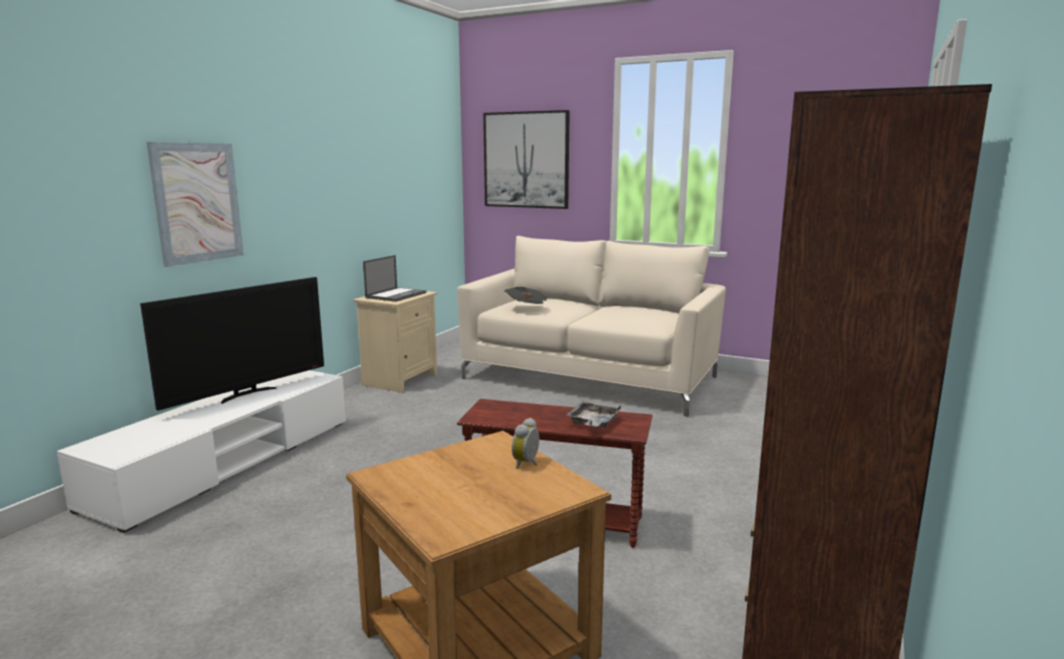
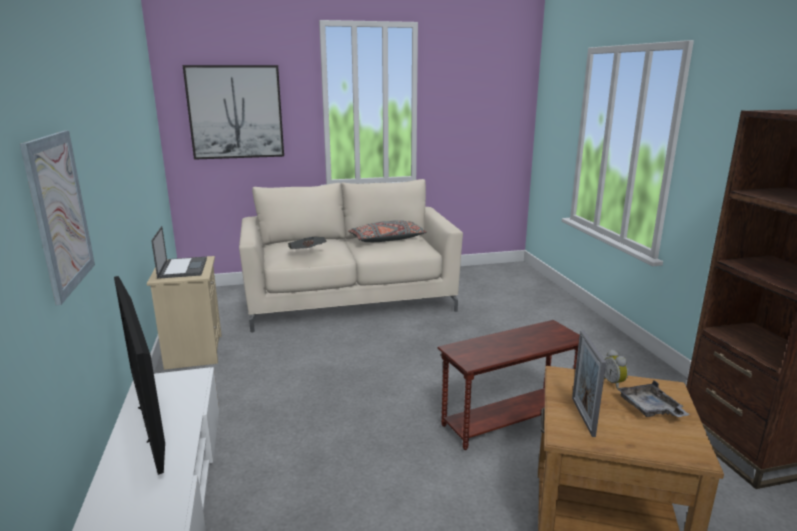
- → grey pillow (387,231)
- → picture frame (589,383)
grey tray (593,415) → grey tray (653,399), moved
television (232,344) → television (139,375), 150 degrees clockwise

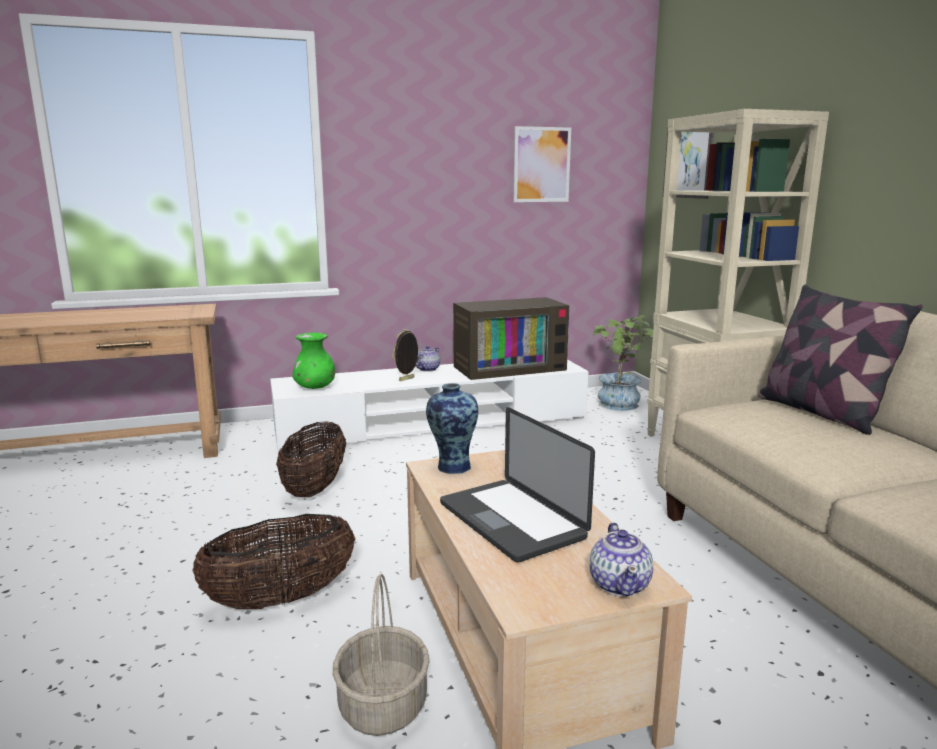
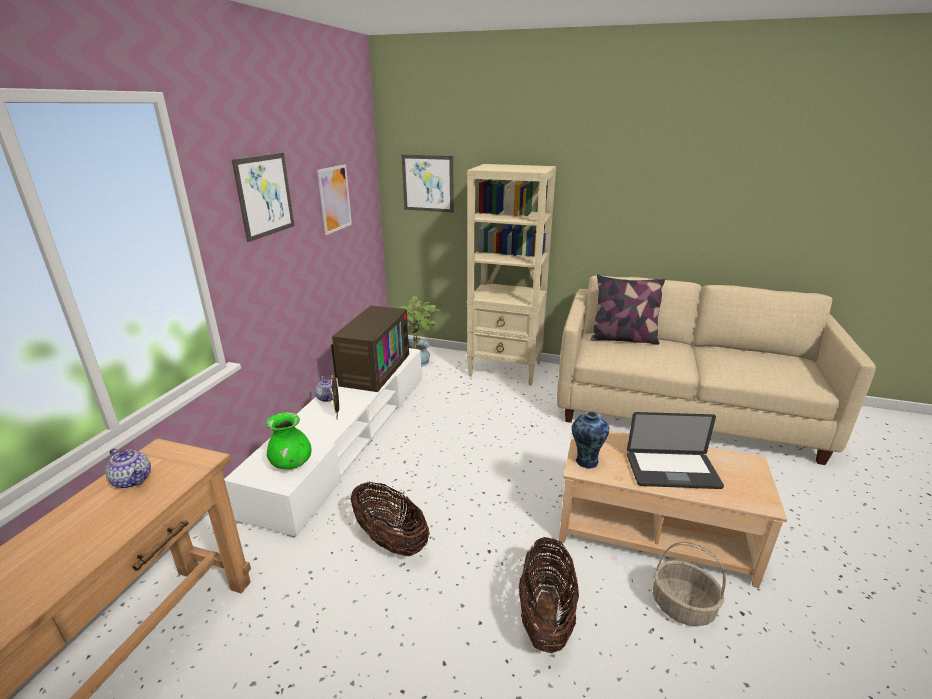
- → picture (263,197)
teapot (621,559) → teapot (128,468), moved

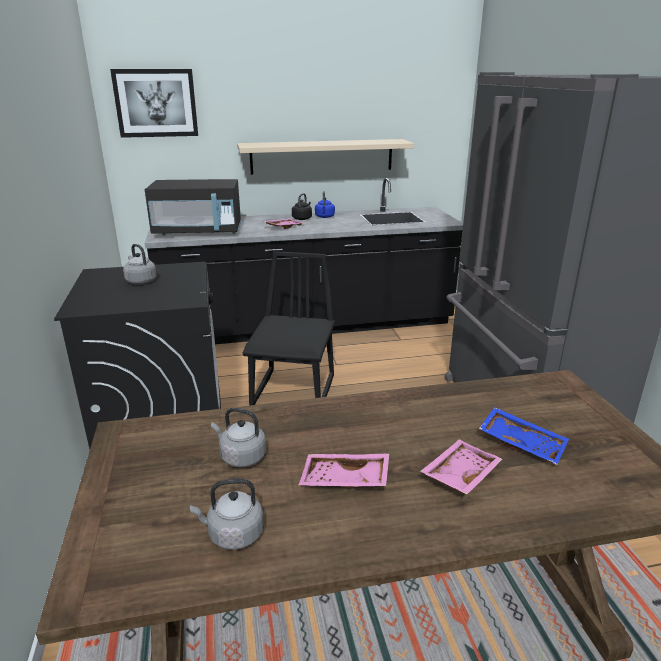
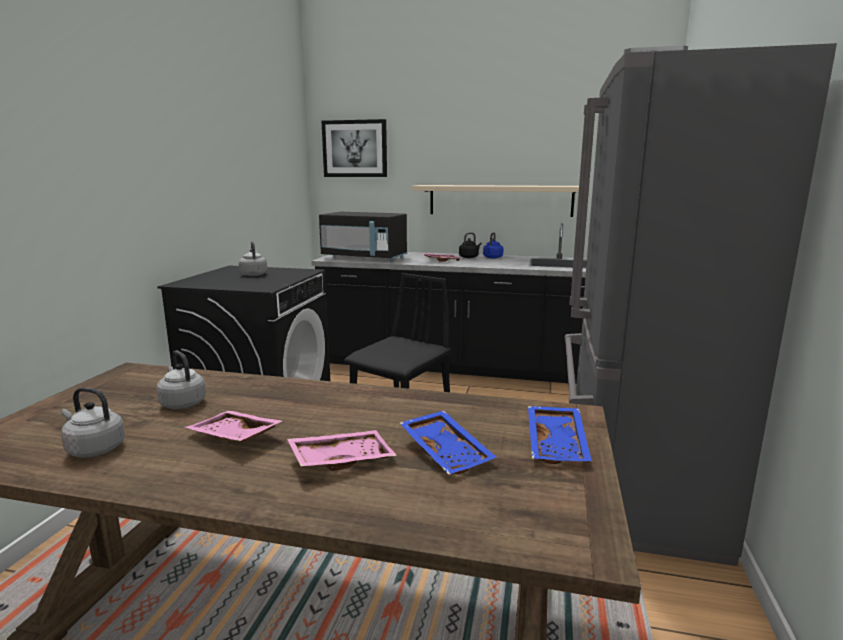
- → blue tray (560,435)

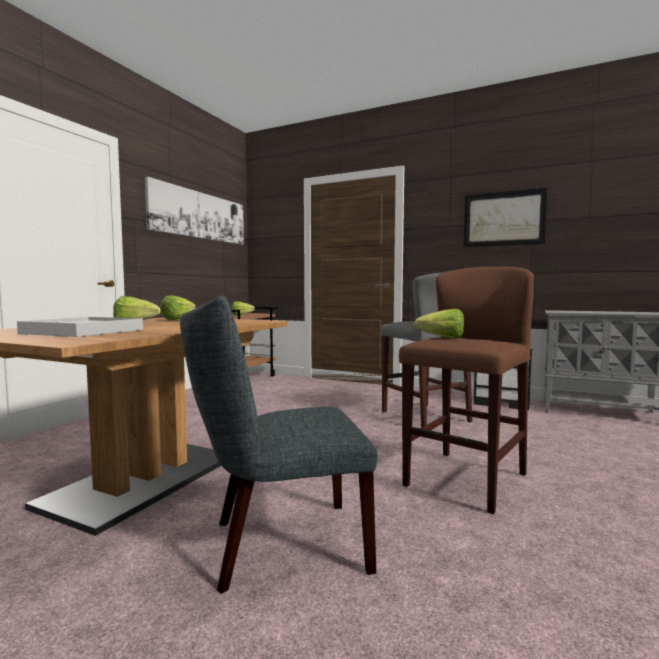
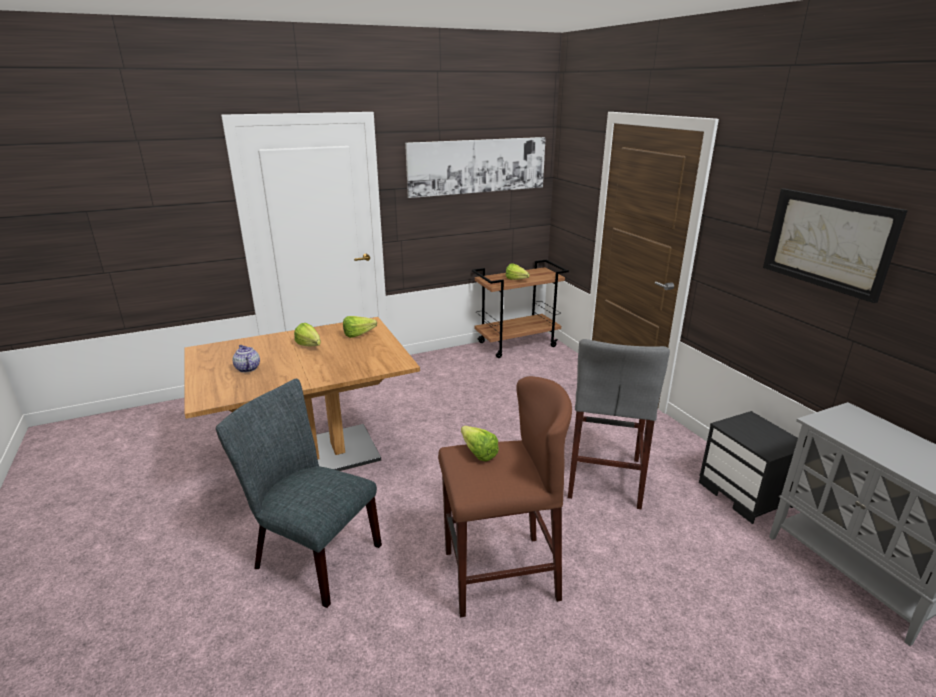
white tray (80,327) → teapot (246,358)

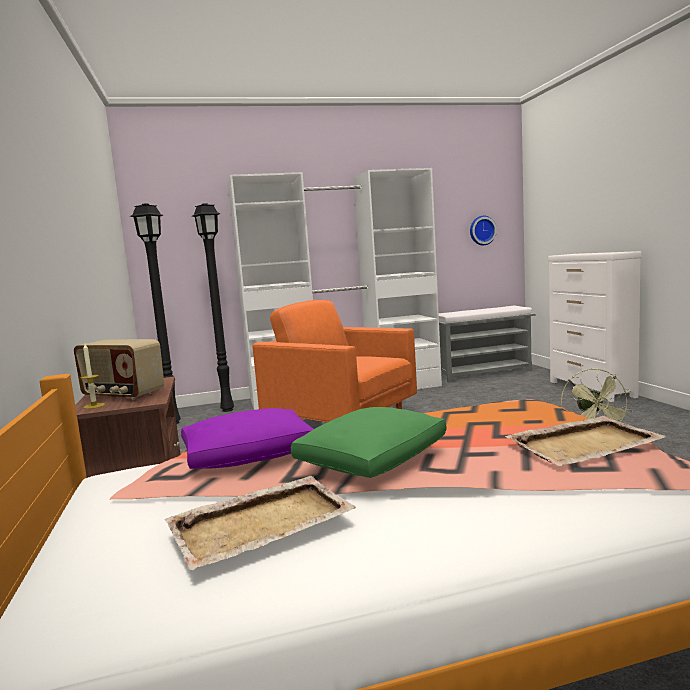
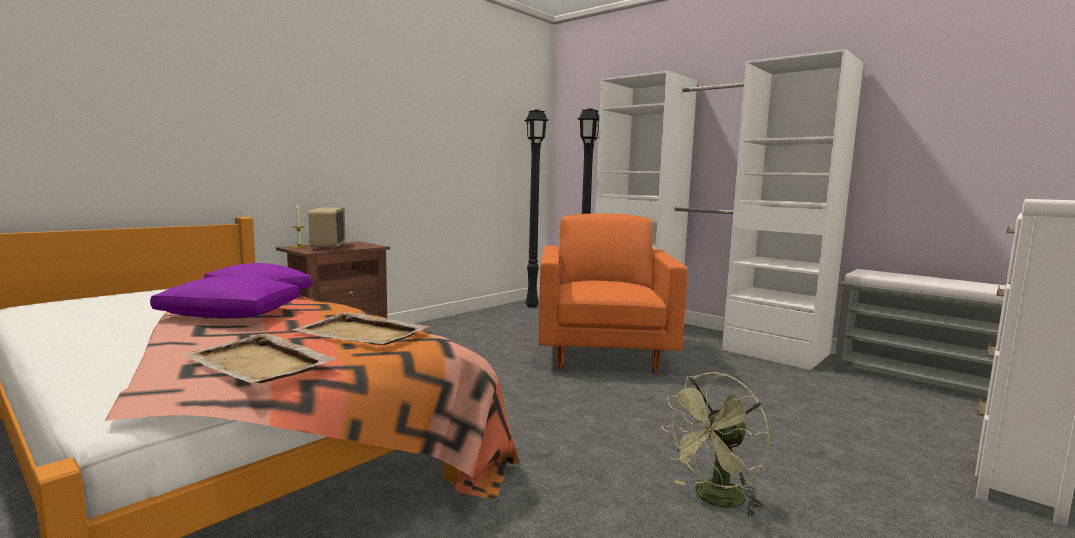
wall clock (483,230) → -
beige tray (260,523) → beige tray (360,328), moved
green pillow (369,442) → purple pillow (225,297)

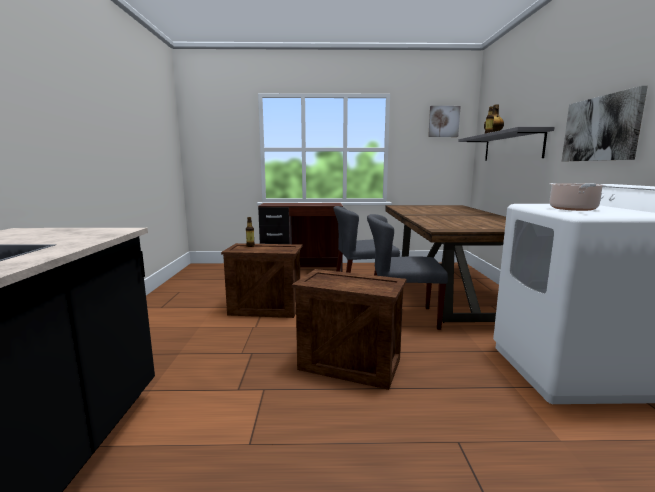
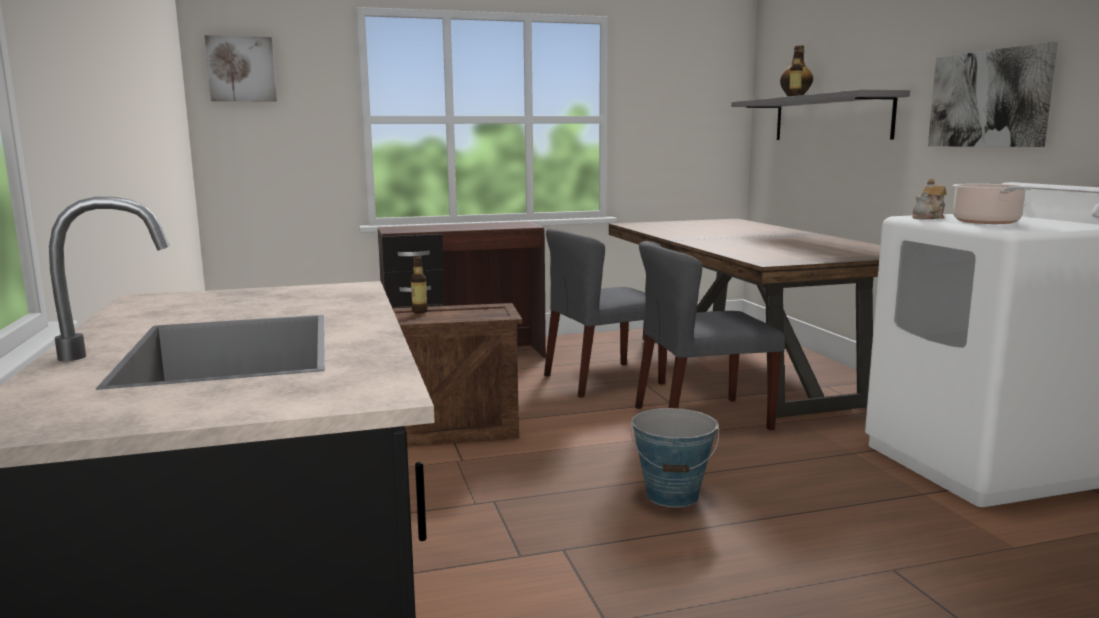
- → teapot (929,199)
picture (444,121) → picture (241,68), moved
crate (349,329) → bucket (675,457)

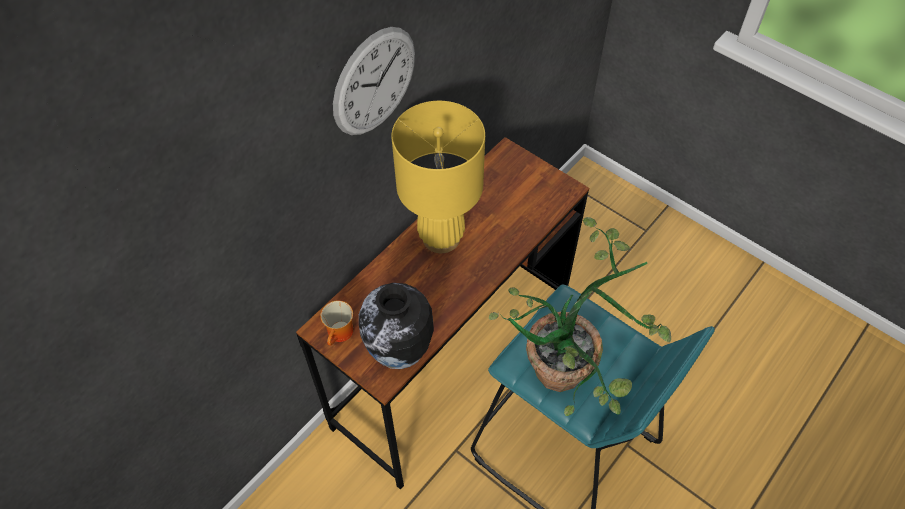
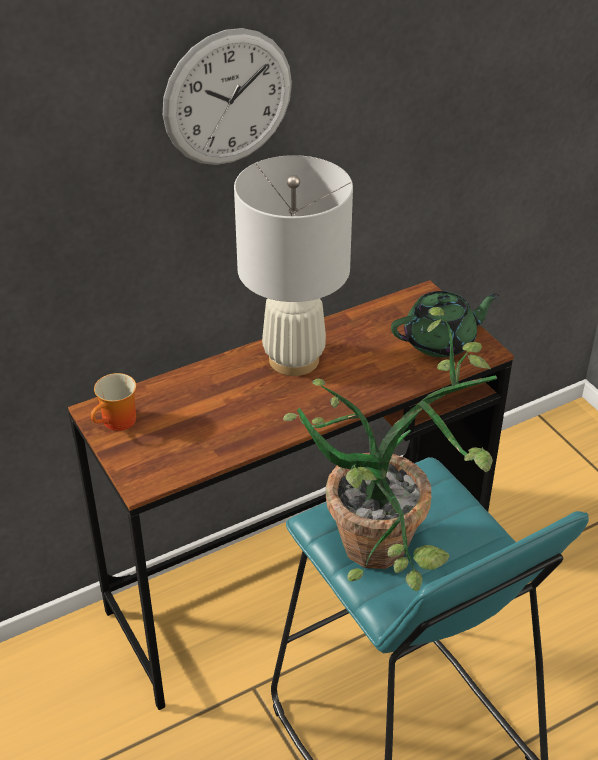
vase (396,326) → -
- → green teapot (445,324)
yellow table lamp (438,177) → white table lamp (293,265)

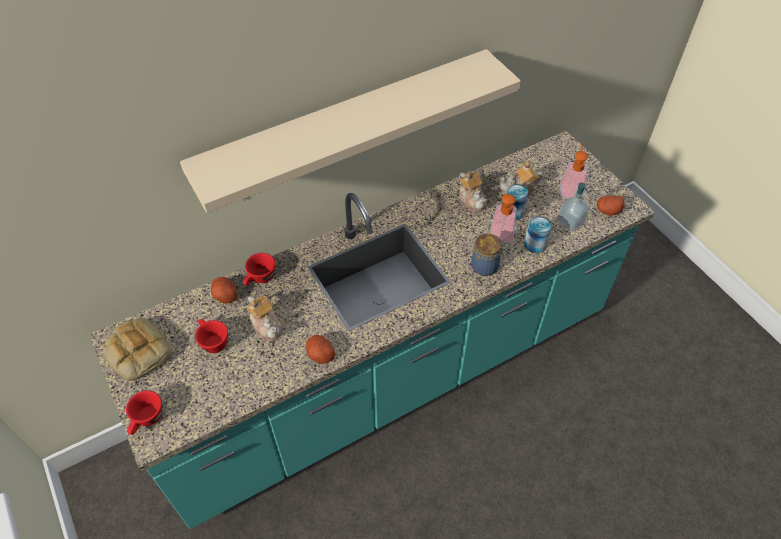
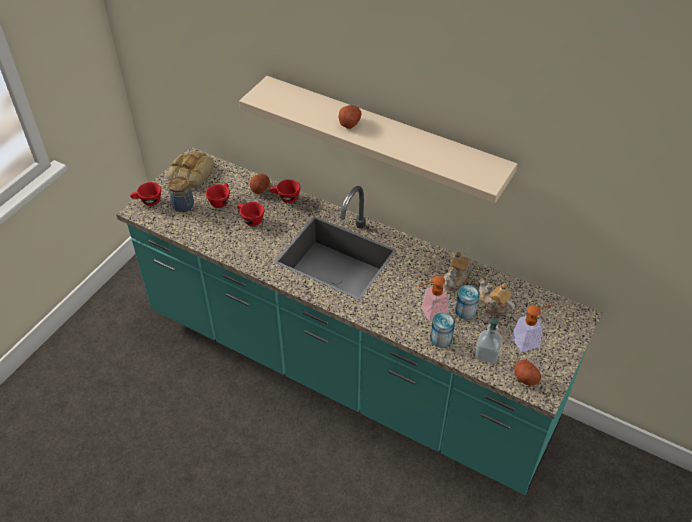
potato (320,349) → potato (350,117), moved
jar (488,254) → jar (181,194), moved
teapot (264,319) → red cup (251,214)

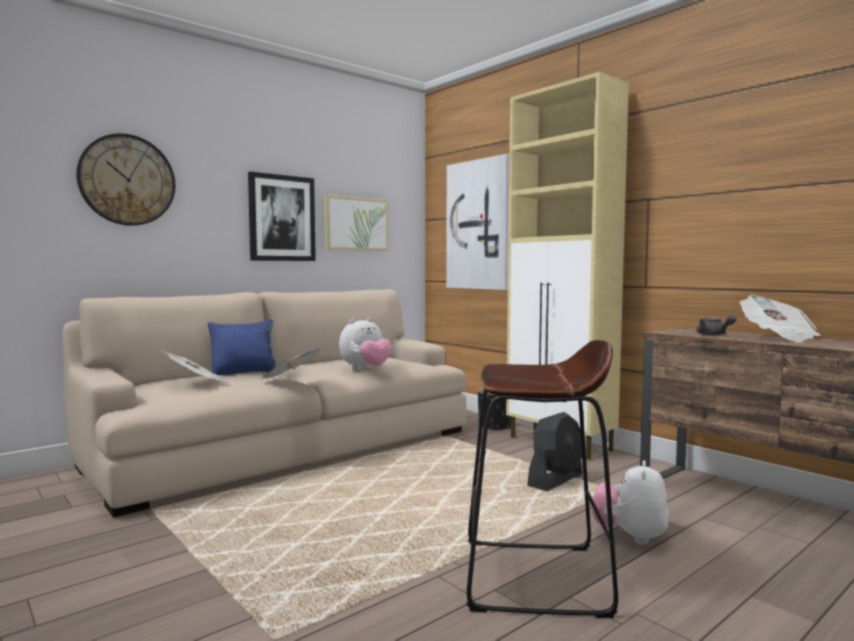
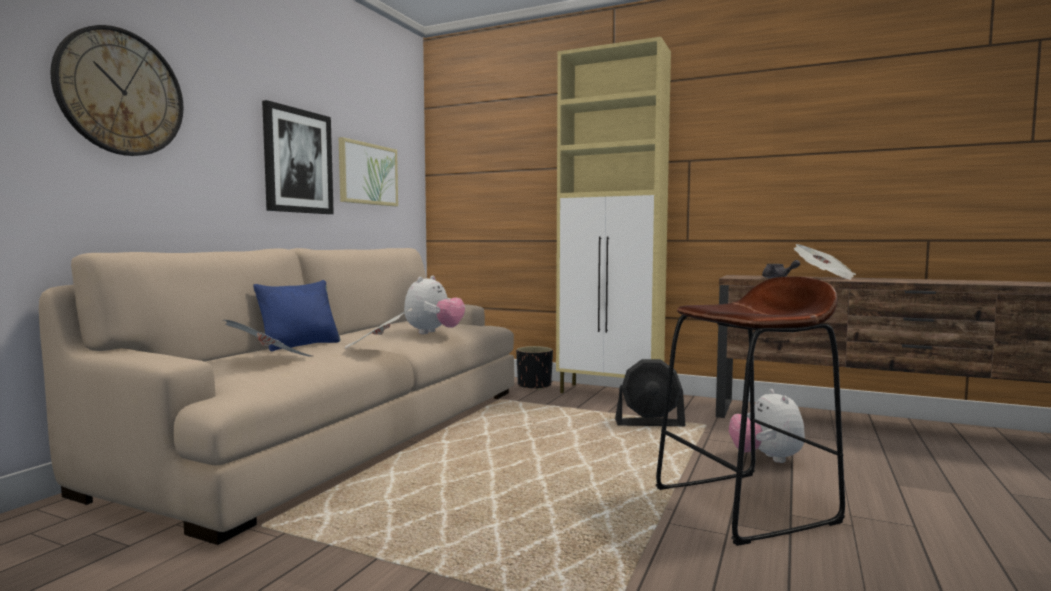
picture (477,222) → -
black fan (555,452) → black fan (650,392), 75 degrees clockwise

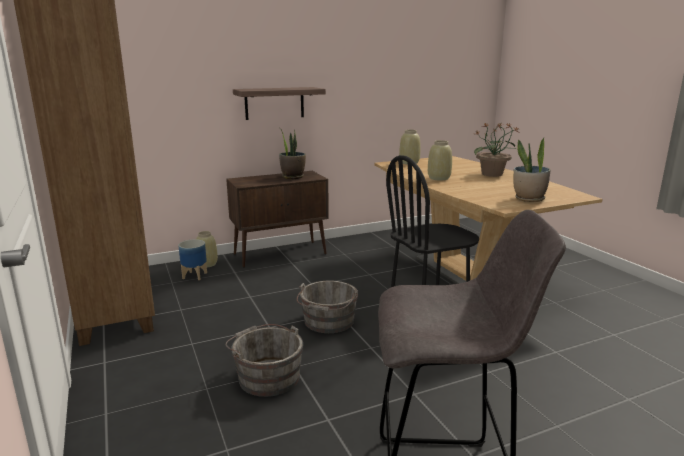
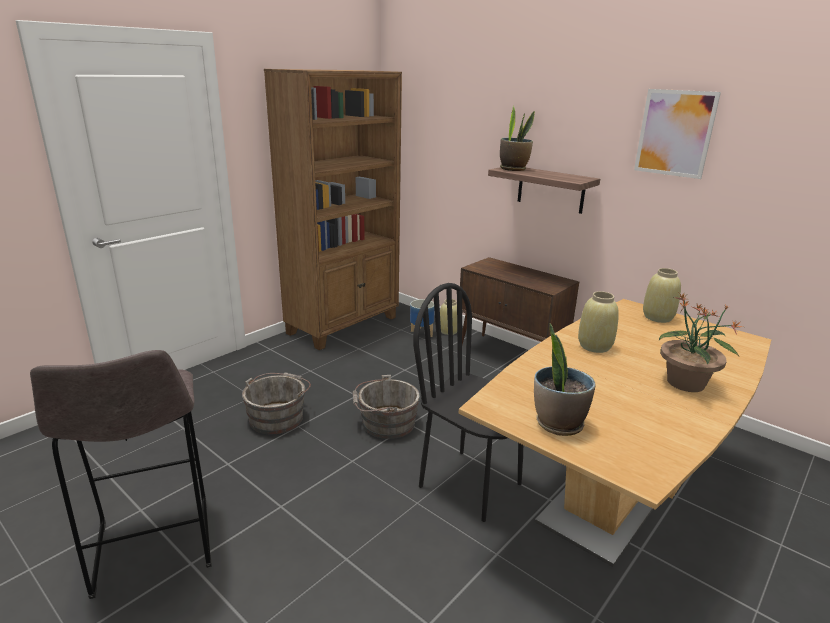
- → picture (677,134)
potted plant (292,153) → potted plant (517,138), moved

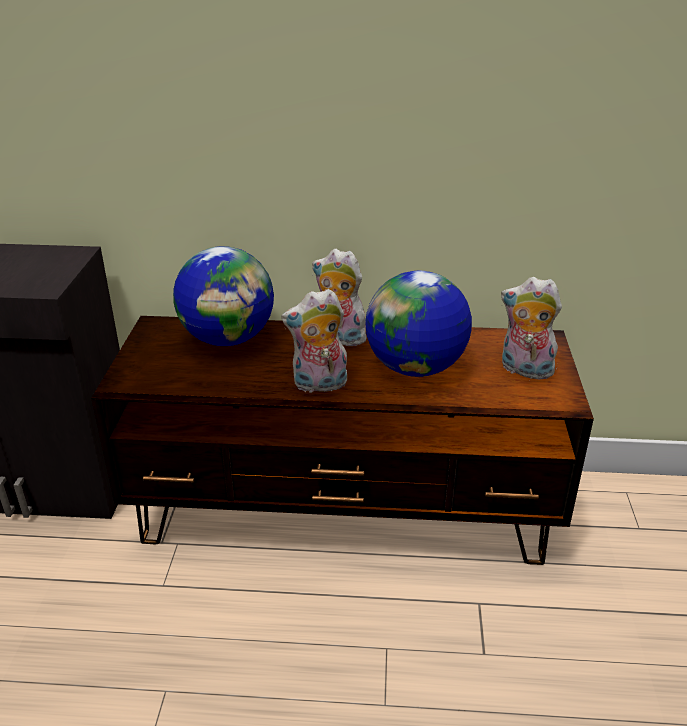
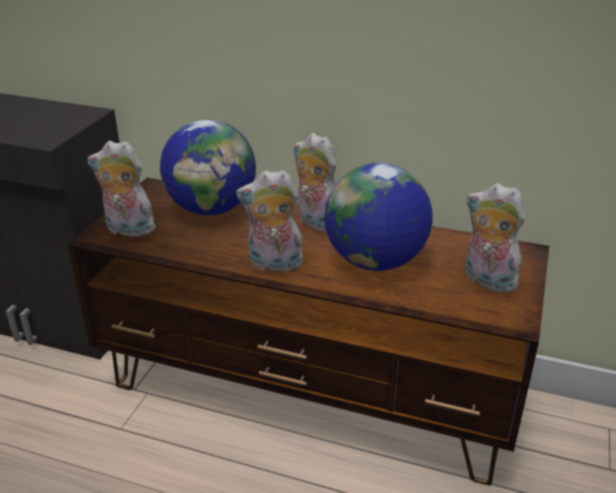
- → plush toy (121,189)

